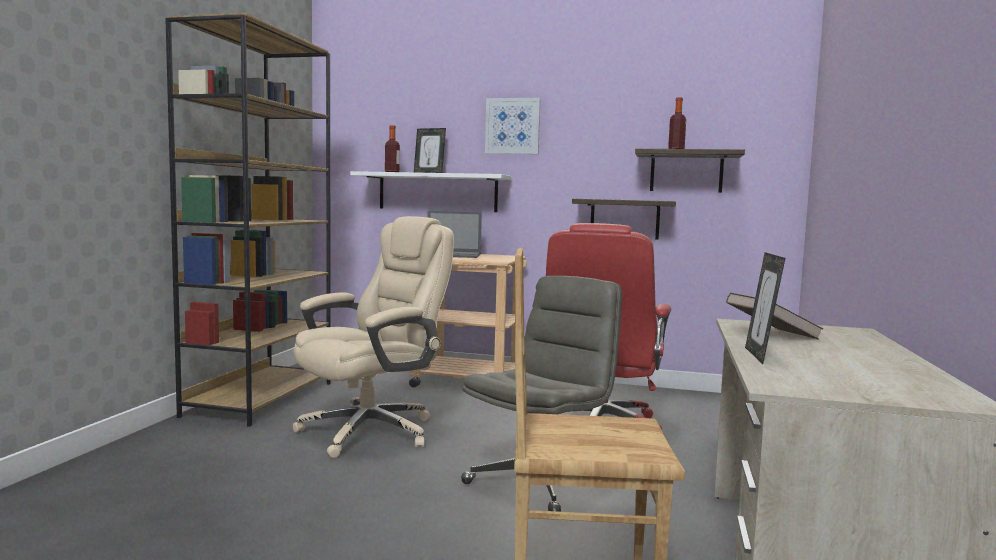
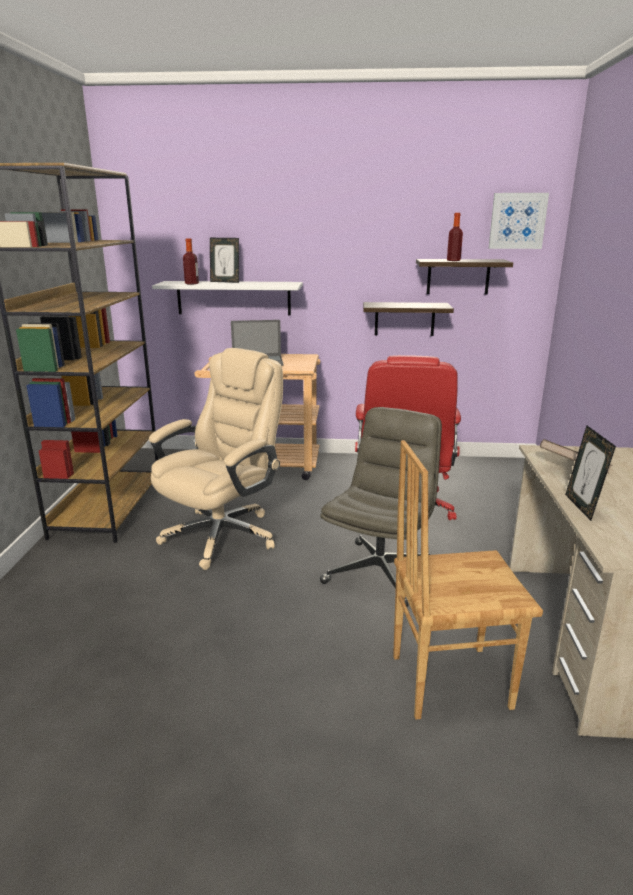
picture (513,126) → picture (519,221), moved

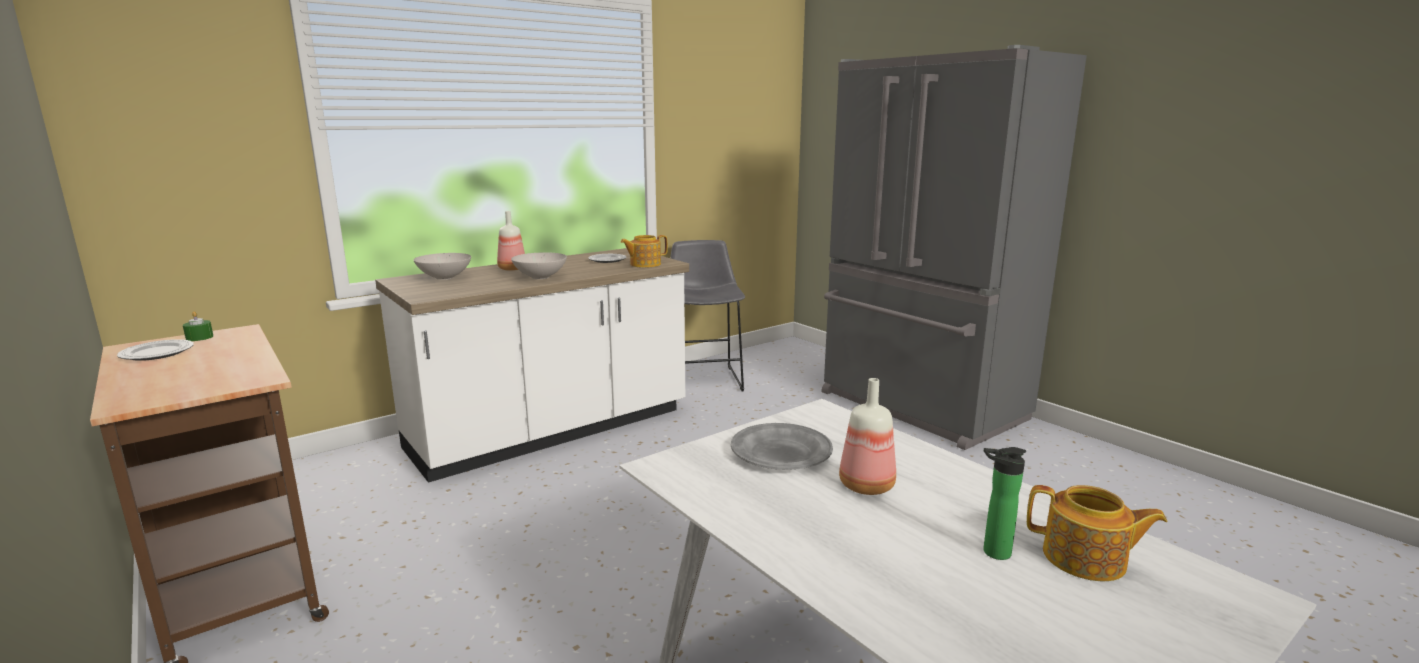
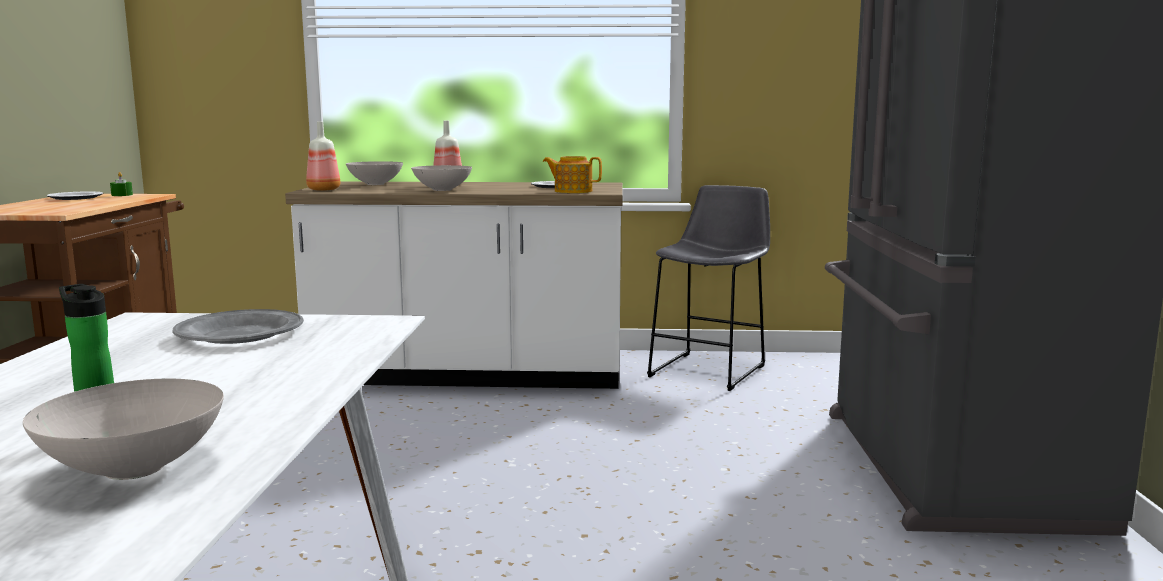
bottle (867,436) → bottle (323,156), moved
teapot (1097,533) → white bowl (123,429)

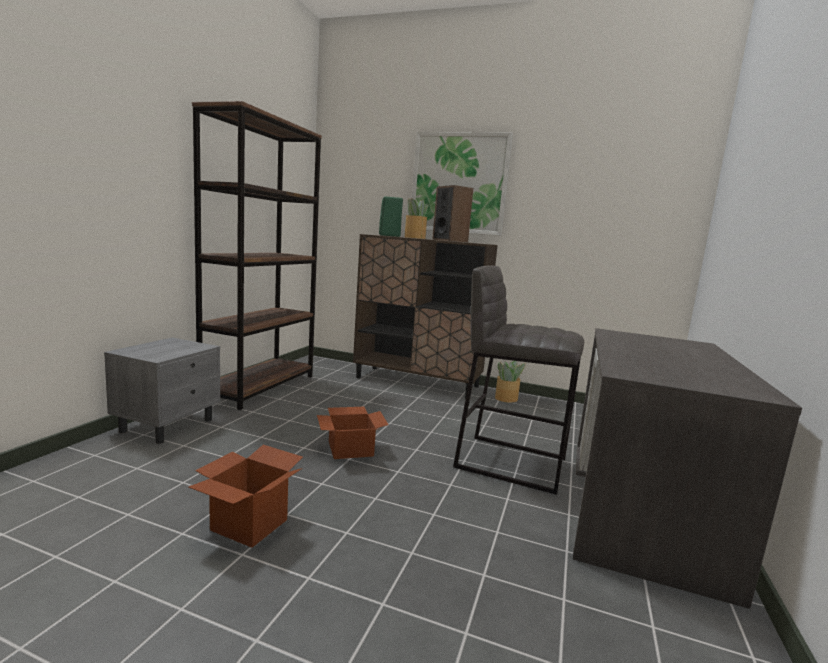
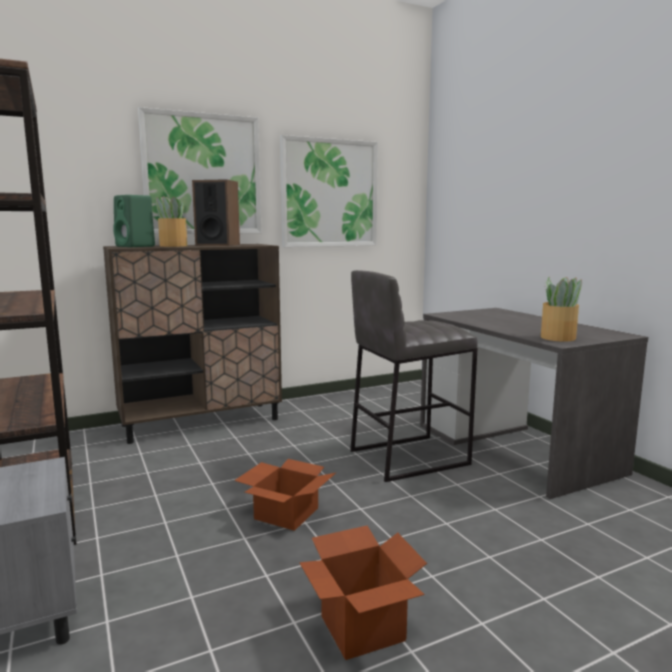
- → picture (329,191)
potted plant (510,381) → potted plant (561,309), moved

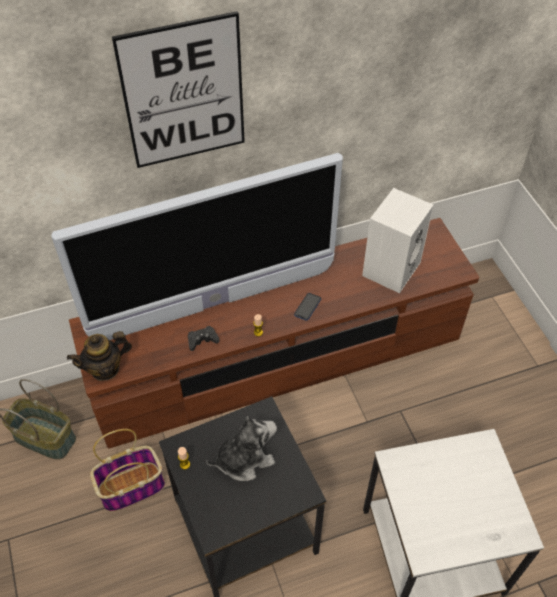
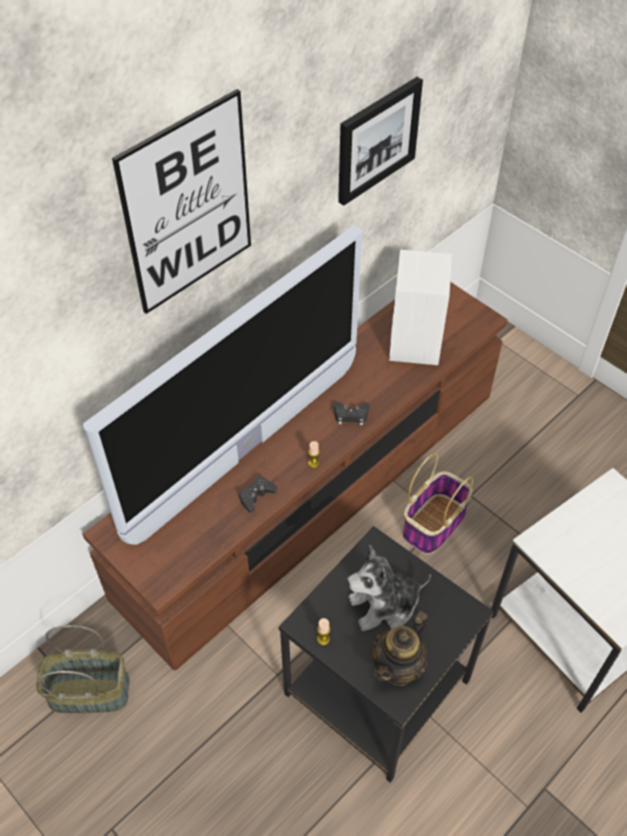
- → picture (380,141)
teapot (99,356) → teapot (400,648), moved
basket (127,470) → basket (438,503), moved
phone (307,307) → black game controller (352,413)
plush toy (241,448) → plush toy (389,588), 150 degrees counterclockwise

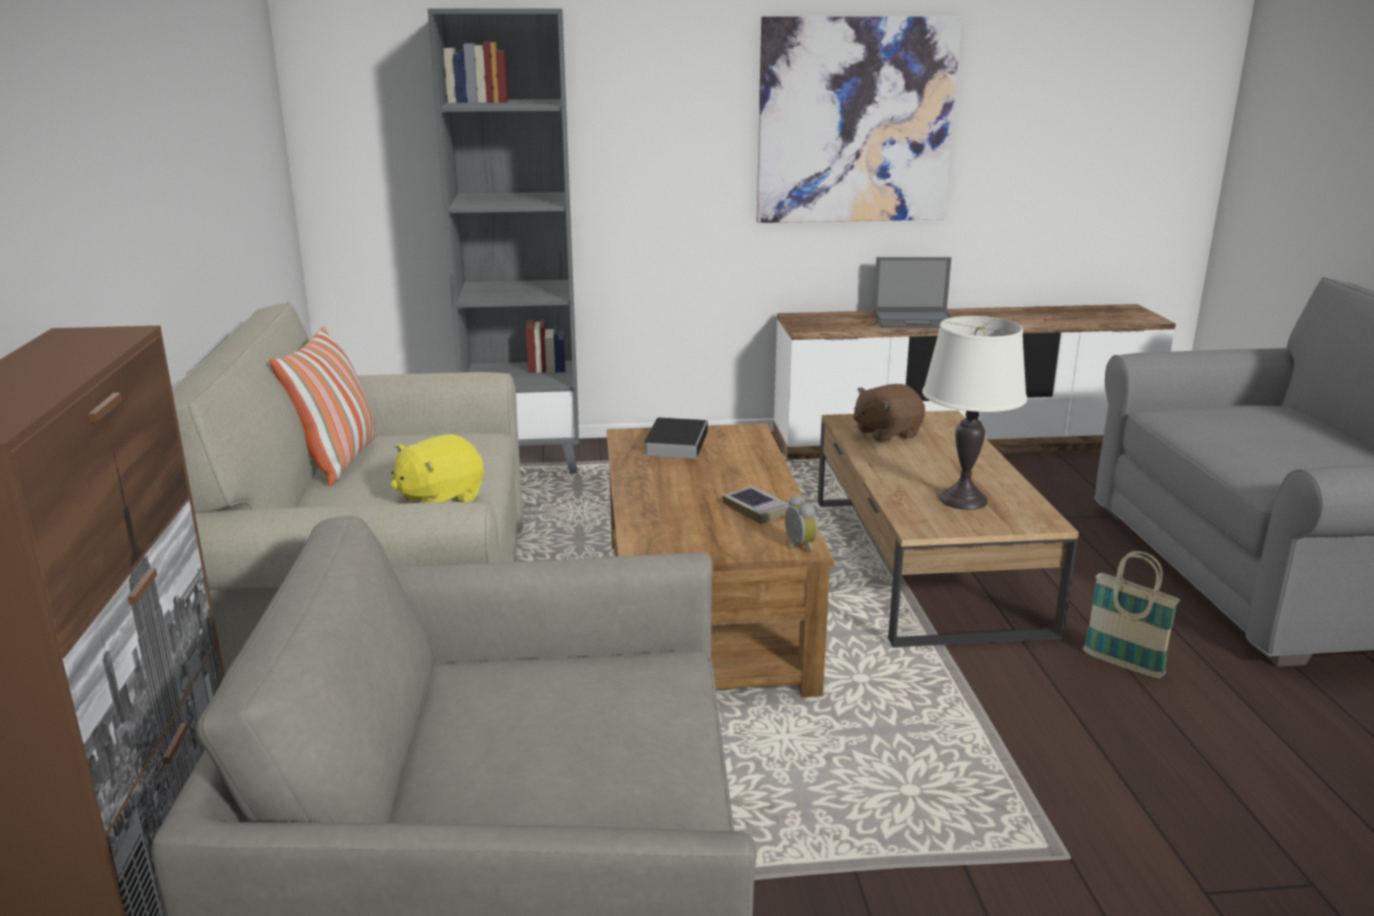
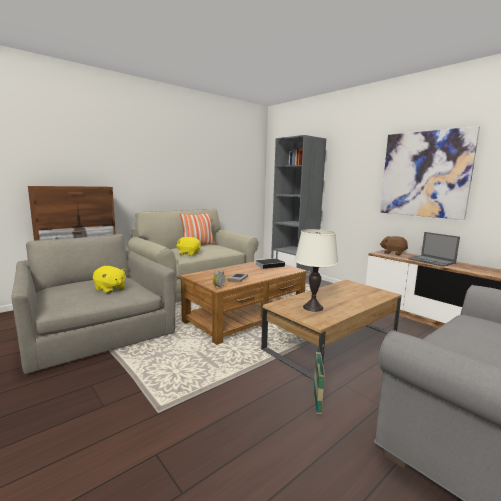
- → yellow plush toy (109,279)
brown plush toy (889,413) → brown plush toy (394,245), moved

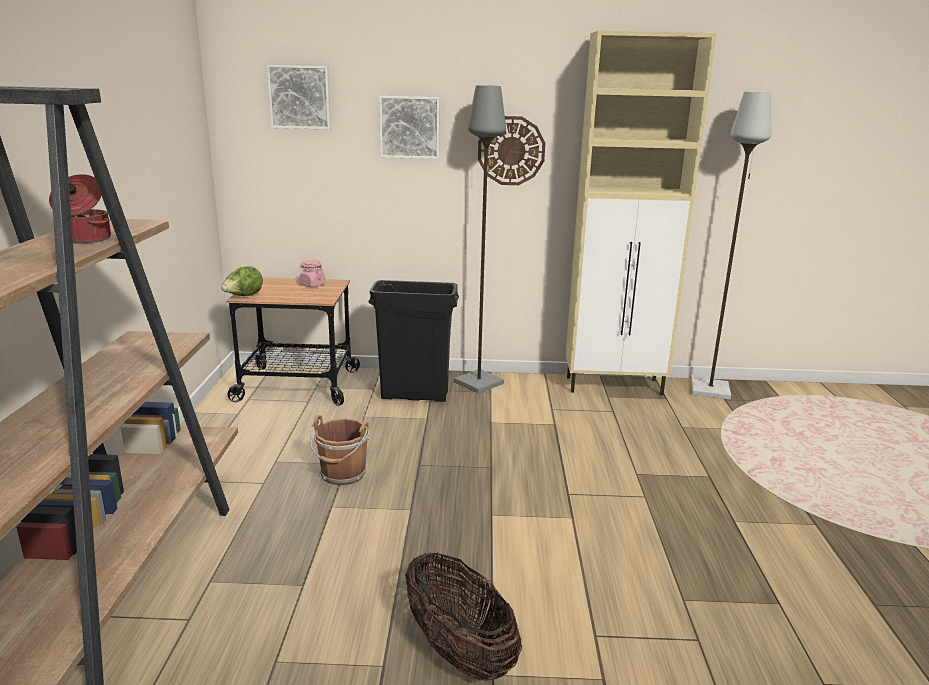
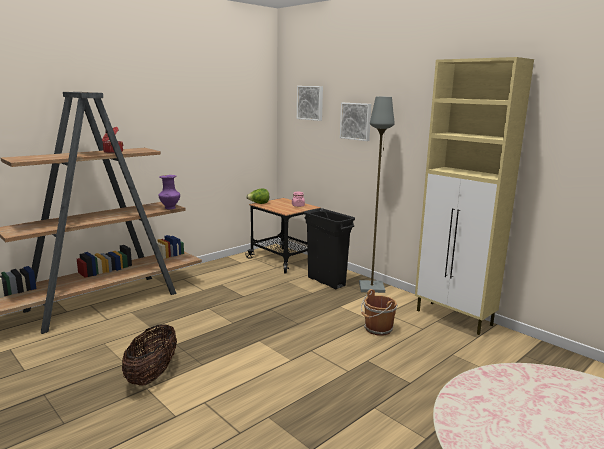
wall clock (511,150) → -
grey floor lamp (731,246) → -
- → purple vase (169,192)
brown bucket (339,450) → brown bucket (379,312), moved

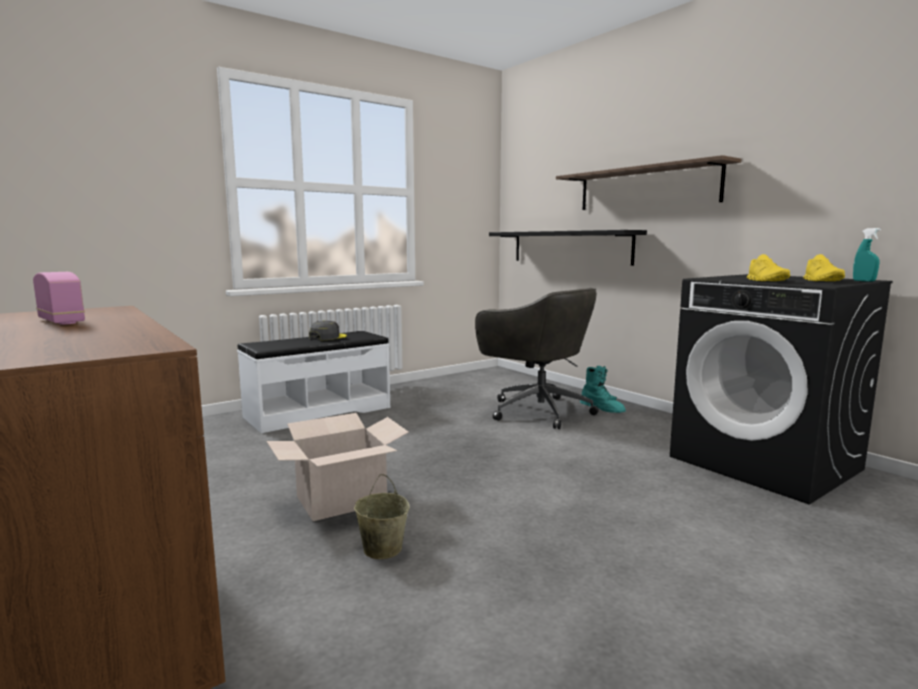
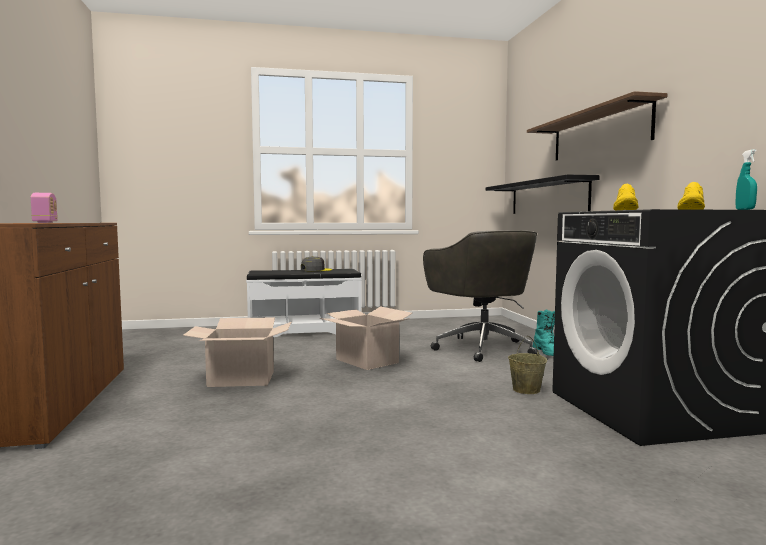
- → cardboard box (366,338)
beige bucket (381,516) → beige bucket (527,365), moved

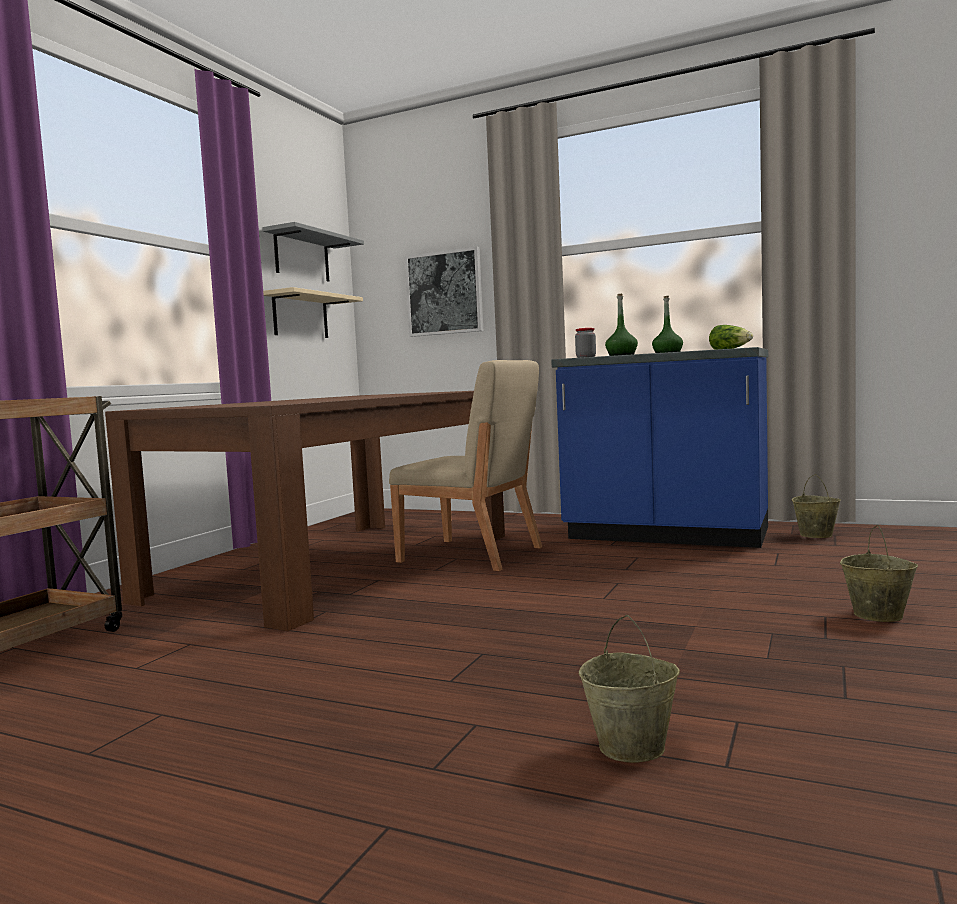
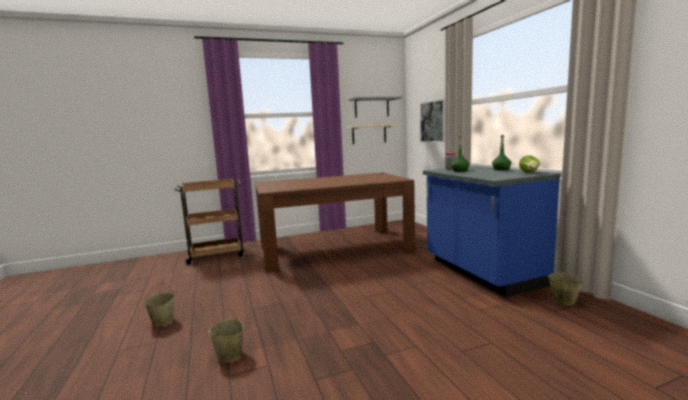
beige chair (465,465) → -
beige bucket (879,573) → beige bucket (159,304), moved

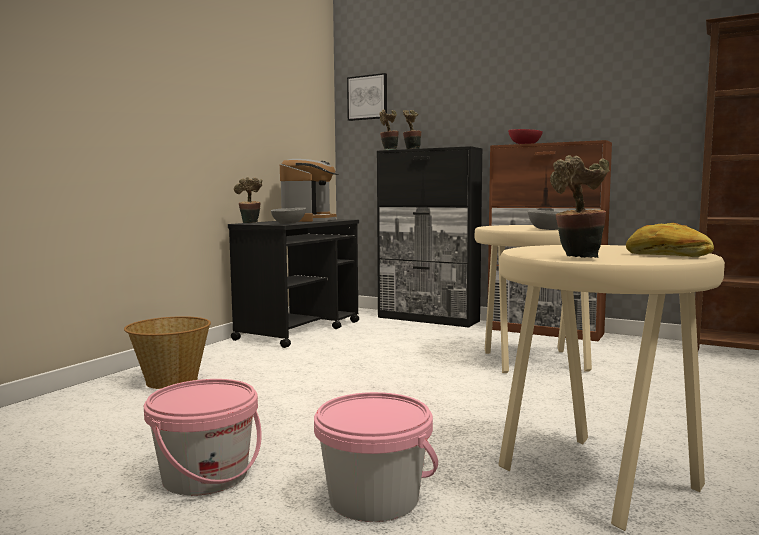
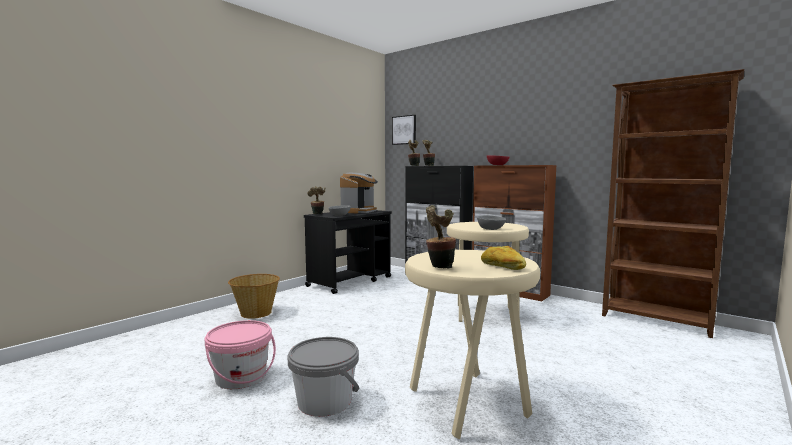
pink bucket (376,457) → grey bucket (323,377)

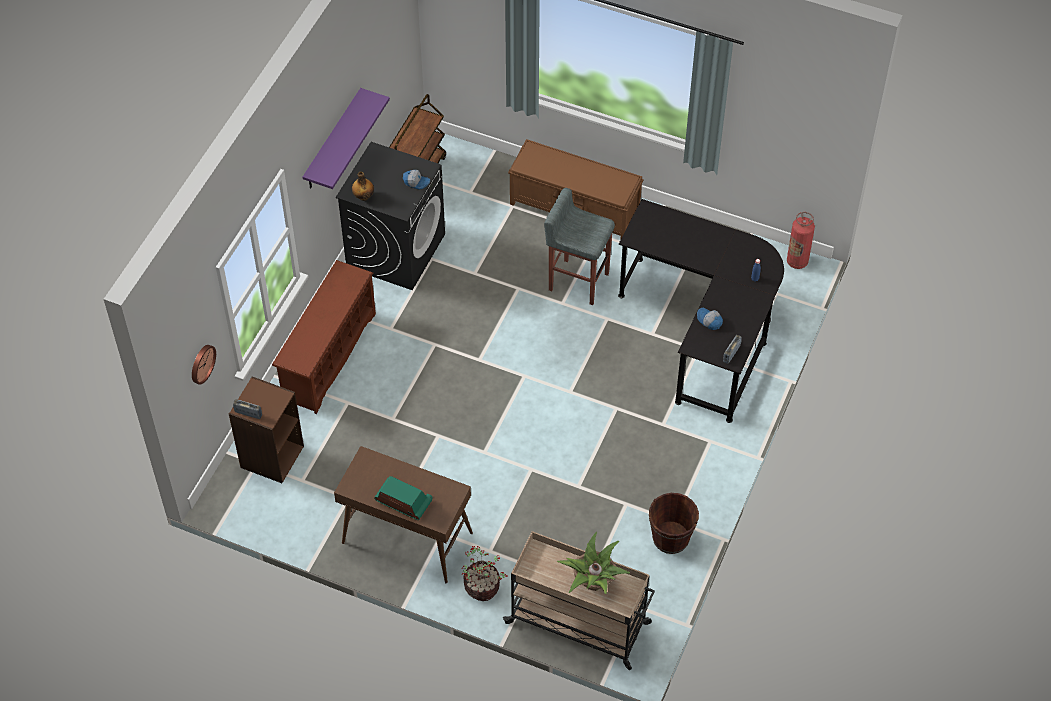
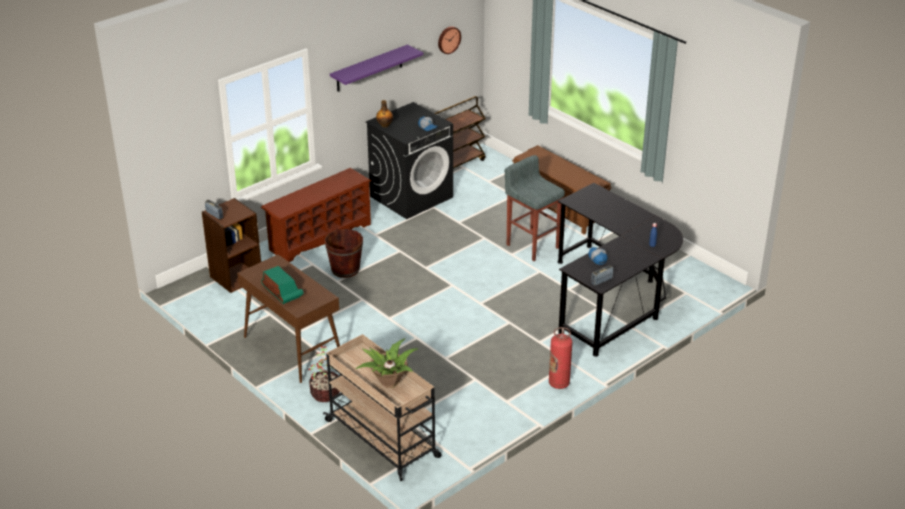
wall clock (204,365) → wall clock (449,40), moved
brown bucket (674,523) → brown bucket (344,253), moved
fire extinguisher (801,240) → fire extinguisher (560,358), moved

